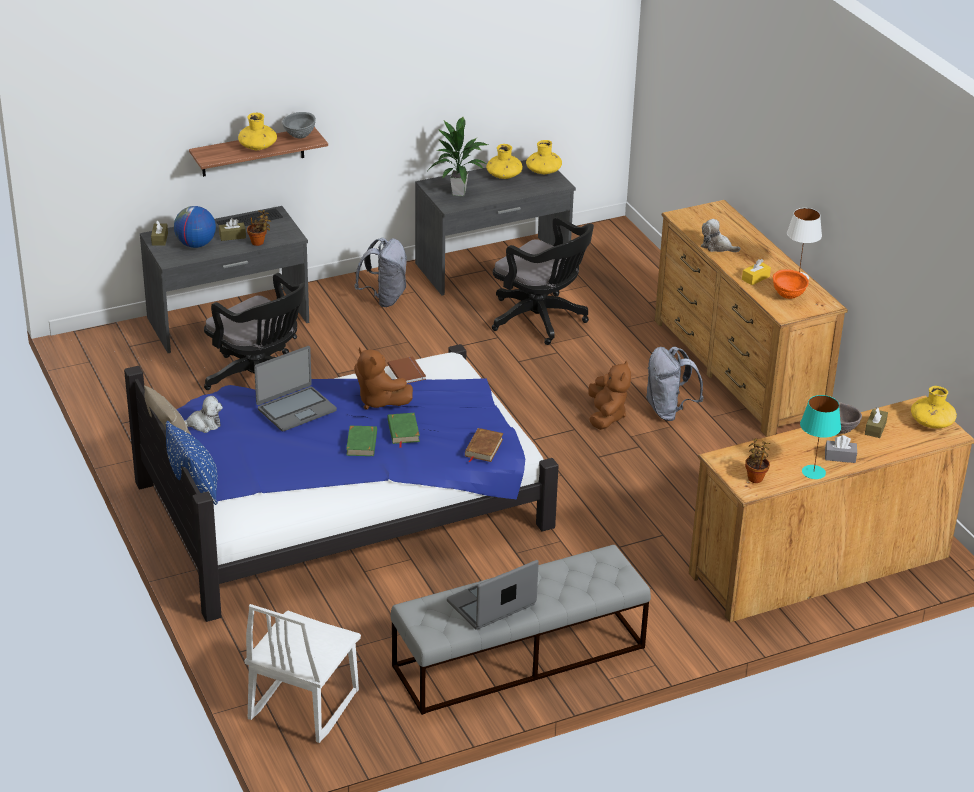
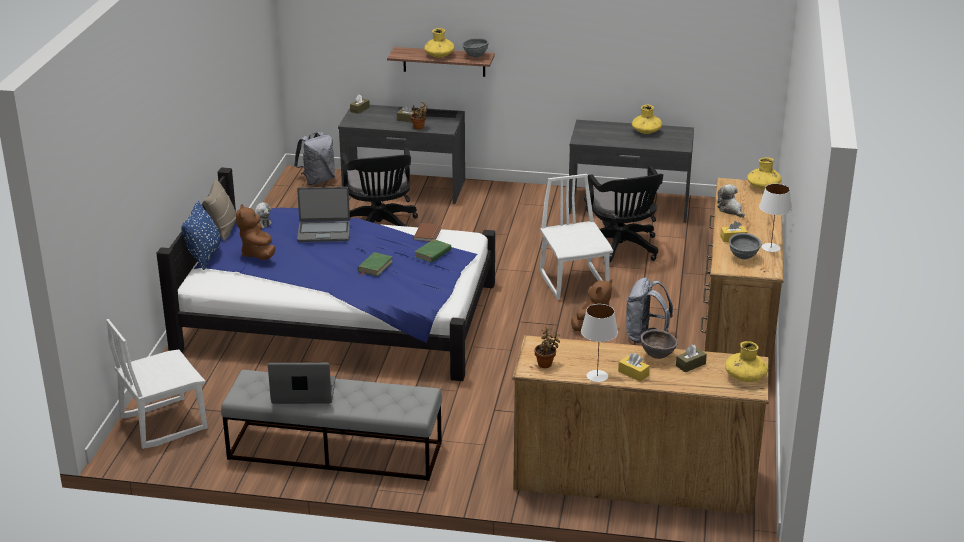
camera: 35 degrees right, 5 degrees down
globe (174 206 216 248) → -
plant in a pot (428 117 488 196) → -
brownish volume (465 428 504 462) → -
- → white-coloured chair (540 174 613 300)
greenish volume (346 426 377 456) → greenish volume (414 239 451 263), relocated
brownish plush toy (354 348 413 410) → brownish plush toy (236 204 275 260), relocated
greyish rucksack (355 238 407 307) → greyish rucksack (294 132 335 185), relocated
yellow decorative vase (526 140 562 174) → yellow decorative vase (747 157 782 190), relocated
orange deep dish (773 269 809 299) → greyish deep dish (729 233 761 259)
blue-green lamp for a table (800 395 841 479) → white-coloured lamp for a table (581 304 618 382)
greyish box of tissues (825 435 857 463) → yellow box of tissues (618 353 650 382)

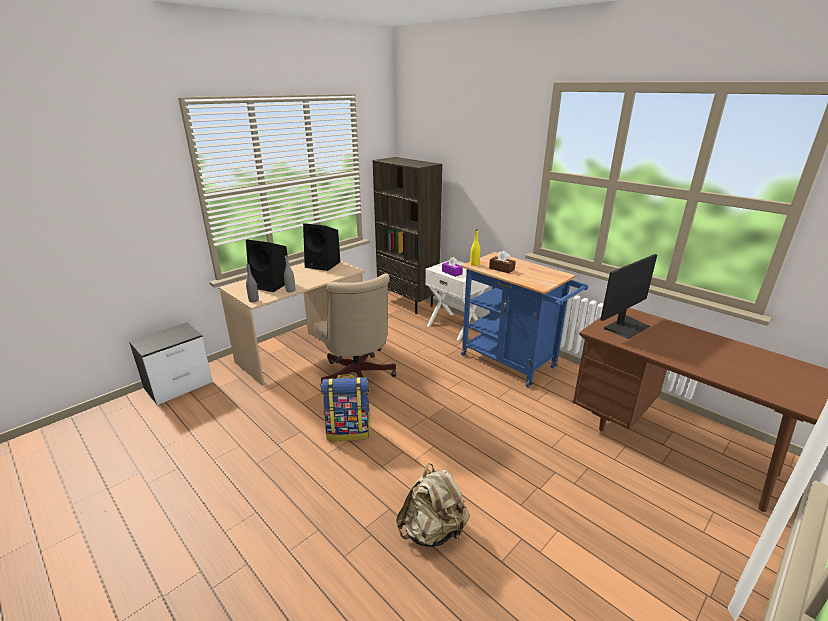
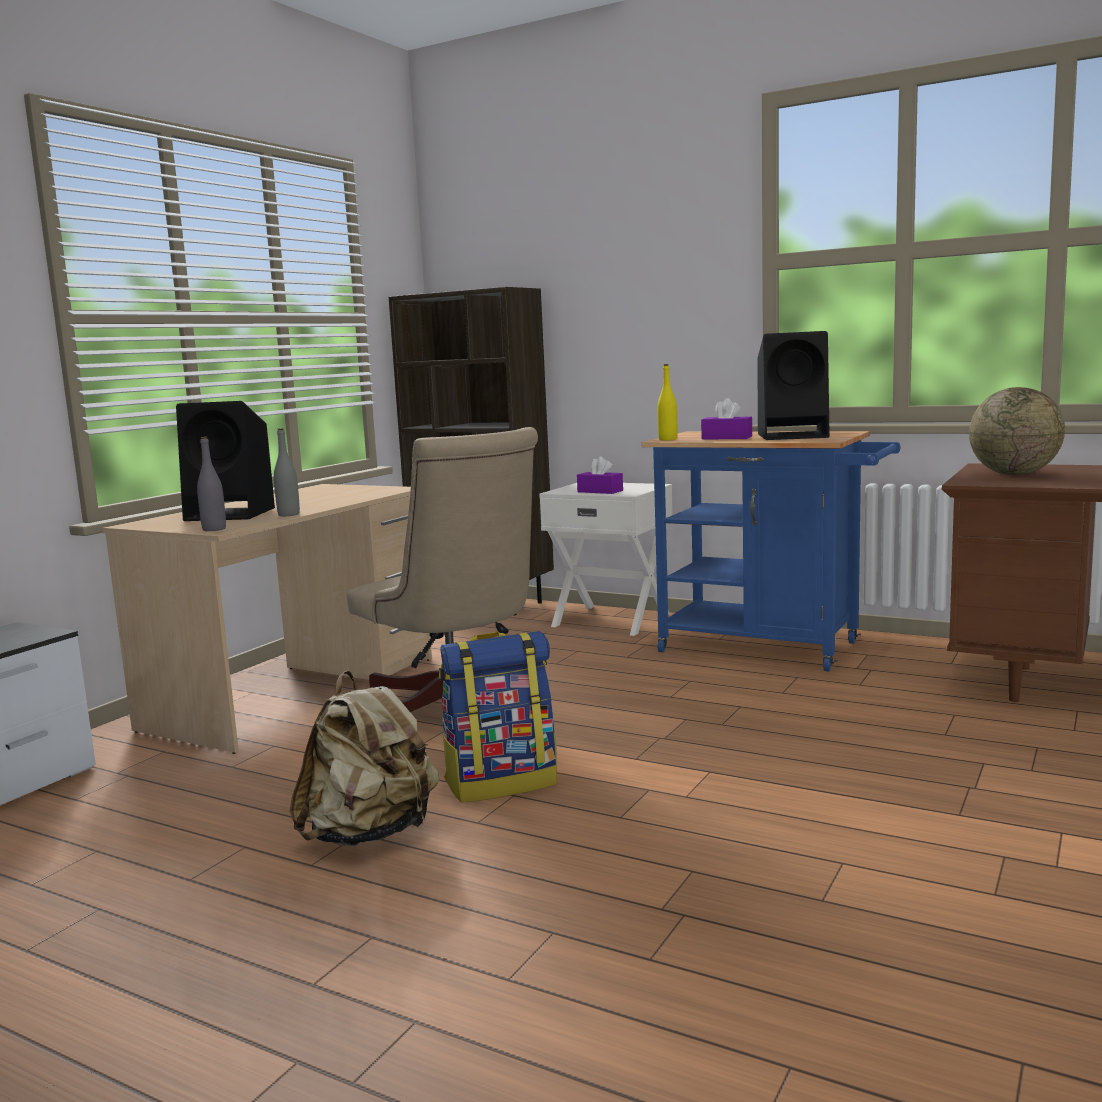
camera: 15 degrees left, 15 degrees down
blackish loudspeaker (303 223 340 271) → blackish loudspeaker (757 331 830 440), relocated
sand-coloured rucksack (396 463 469 547) → sand-coloured rucksack (290 671 439 846), relocated
computer screen (600 254 657 339) → globe (969 387 1065 475)
brownish box of tissues (489 251 515 273) → purplish box of tissues (701 398 752 440)

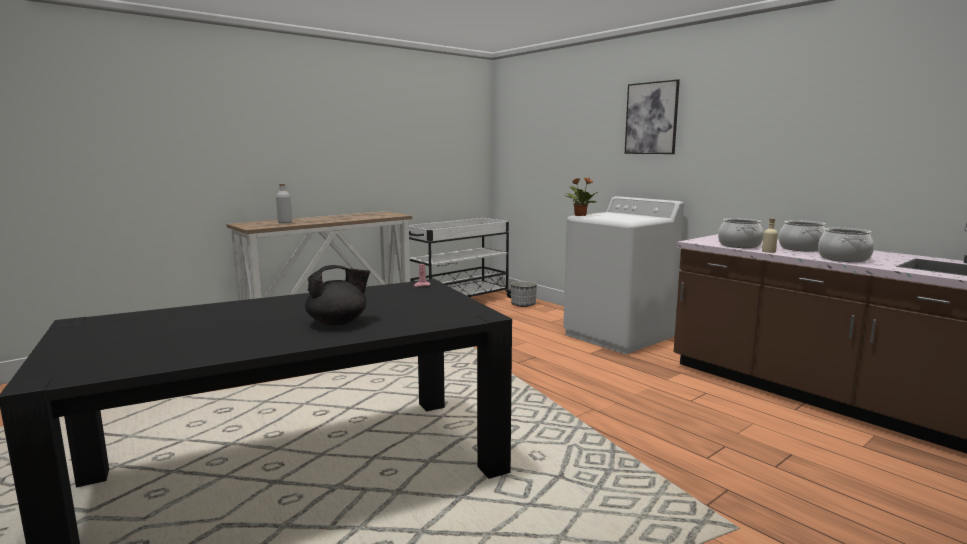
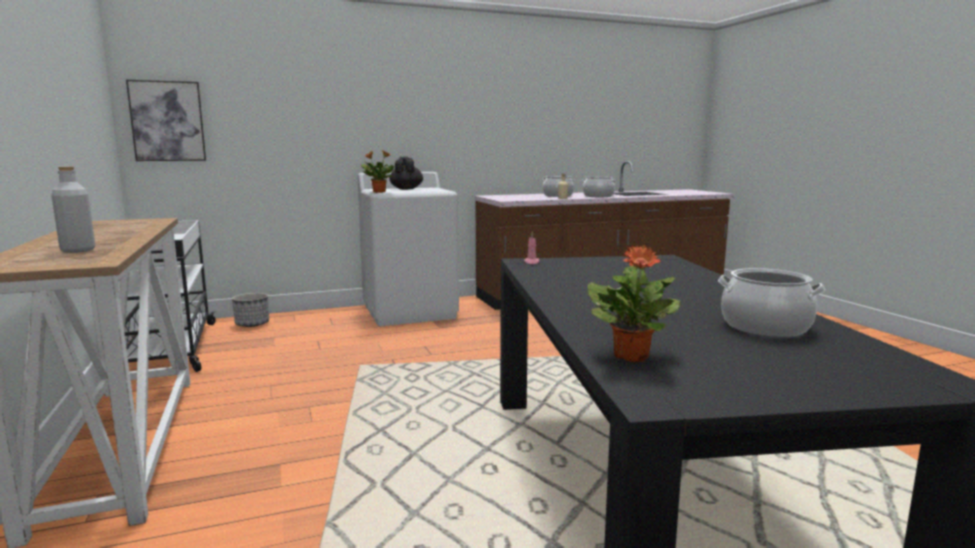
camera: 70 degrees left, 0 degrees up
- → plant in a pot (587 245 681 362)
blackish tea pot (305 265 370 326) → blackish tea pot (389 156 423 190), relocated
picture (625 79 680 154) → picture (126 80 206 161), relocated
stockpot (718 218 764 248) → stockpot (718 268 825 337), relocated

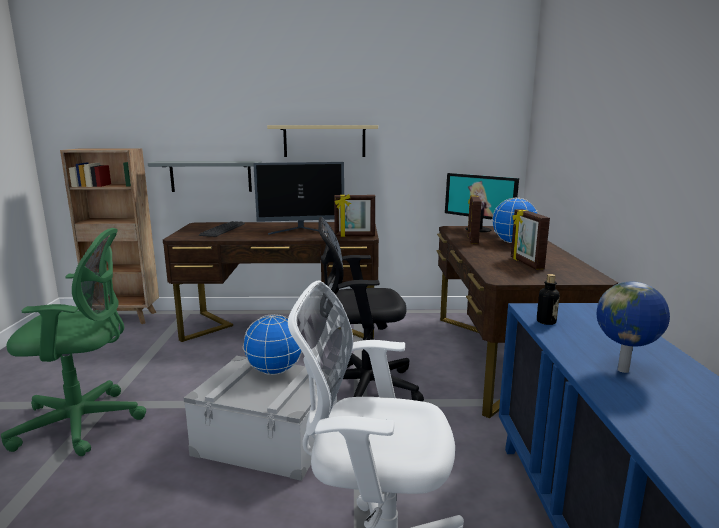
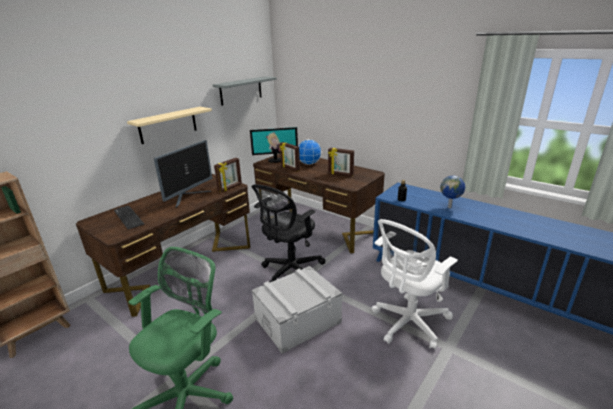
camera: 50 degrees left, 10 degrees up
globe (243 314 302 375) → -
greyish bracket shelf (148 161 262 192) → greyish bracket shelf (212 76 277 106), relocated

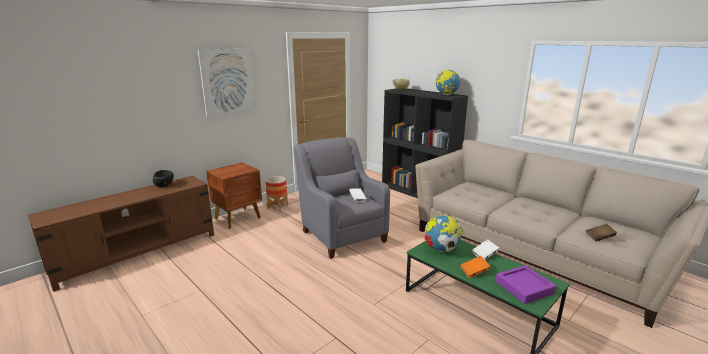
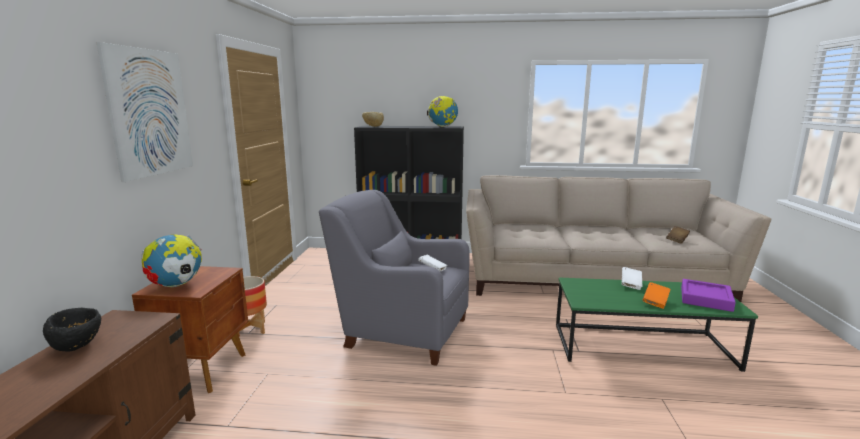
camera: 40 degrees left, 5 degrees down
globe (425 215 463 252) → globe (141 234 202 287), relocated

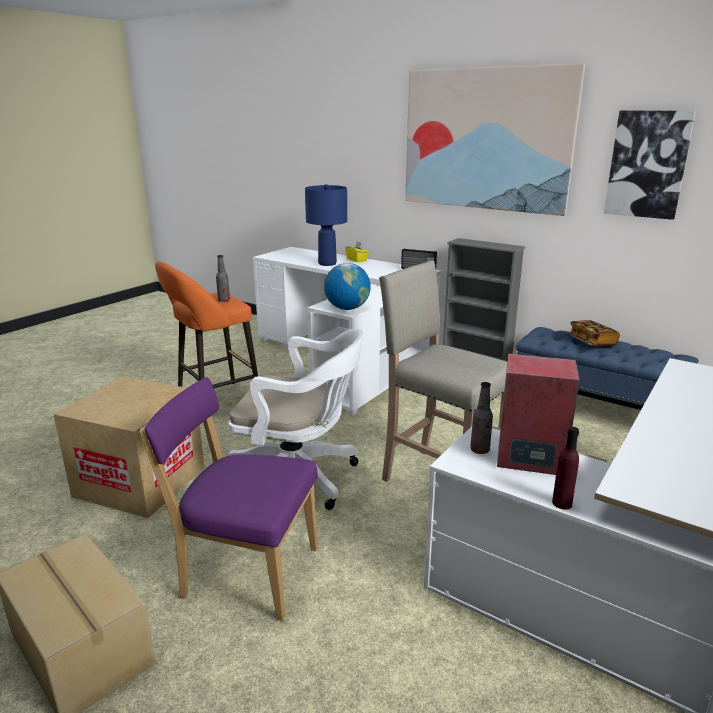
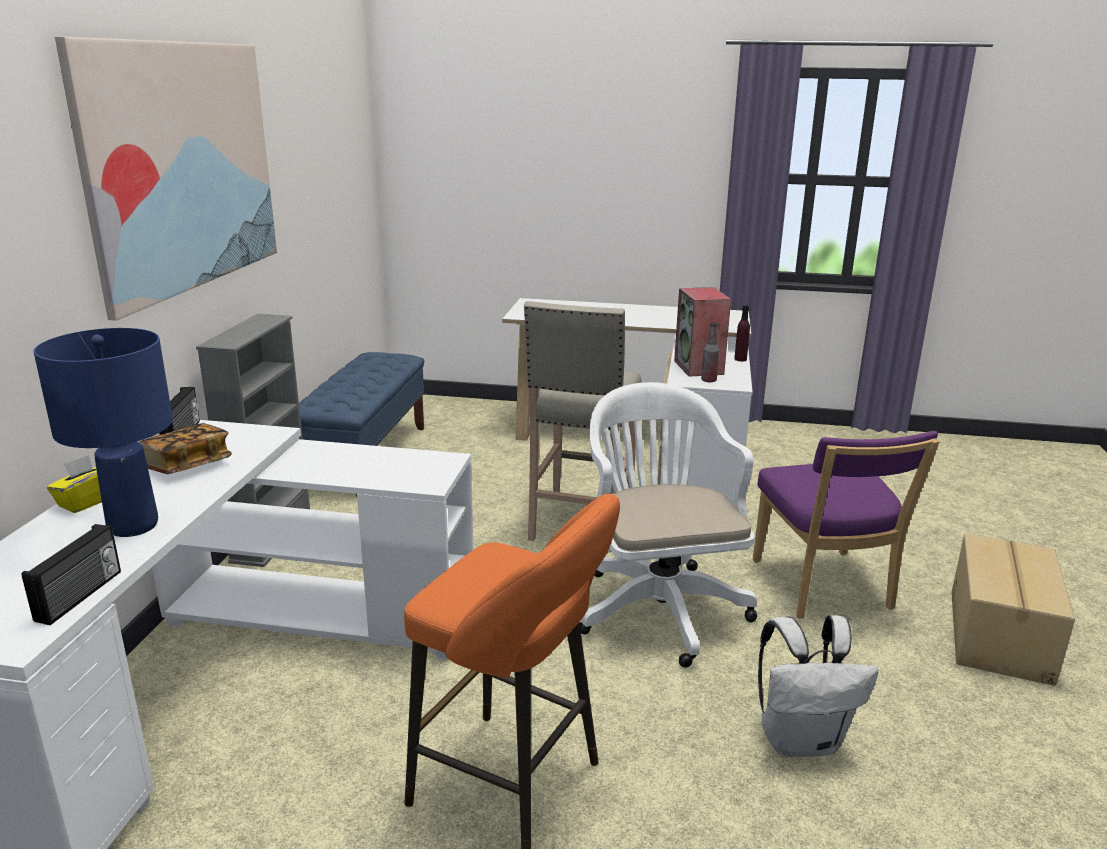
camera: 115 degrees left, 0 degrees up
bottle (216 255 230 302) → -
globe (324 263 371 310) → -
picture (604 110 696 220) → -
- → radio set (21 524 121 625)
volume (568 320 620 347) → volume (139 423 232 474), relocated
packing box (53 376 204 518) → white-coloured rucksack (758 615 879 757)

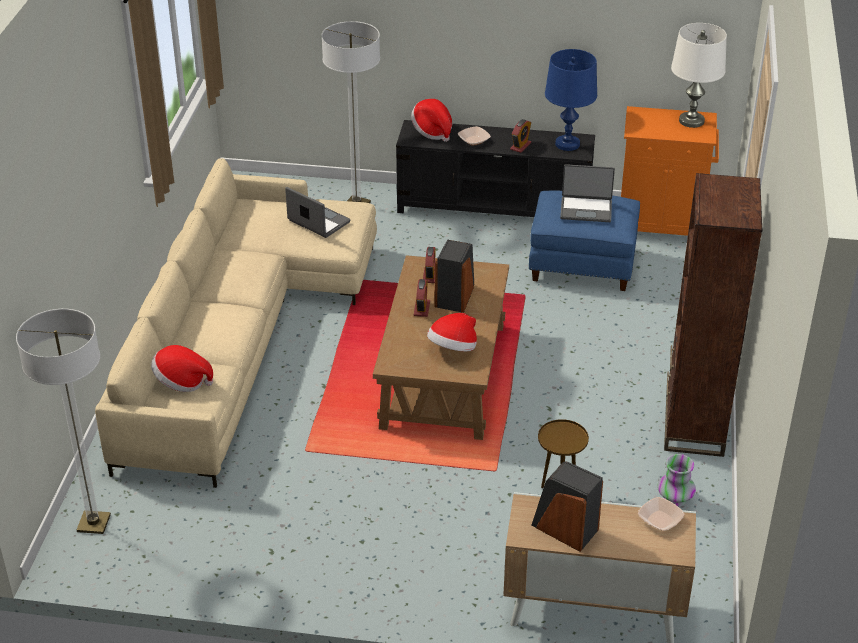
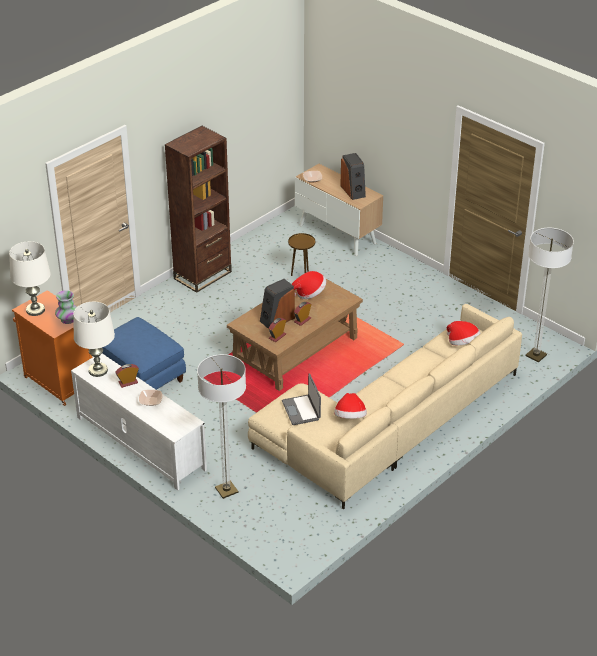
camera: 145 degrees left, 0 degrees up
notebook computer (560 164 615 222) → -
clothing hat (411 99 452 142) → clothing hat (334 393 367 419), relocated
decorative vase (657 454 696 506) → decorative vase (55 290 77 324), relocated
blackish tv unit (396 120 595 217) → white-coloured tv unit (71 354 207 490)
bluish lamp for a table (545 49 597 151) → white-coloured lamp for a table (73 302 115 377)

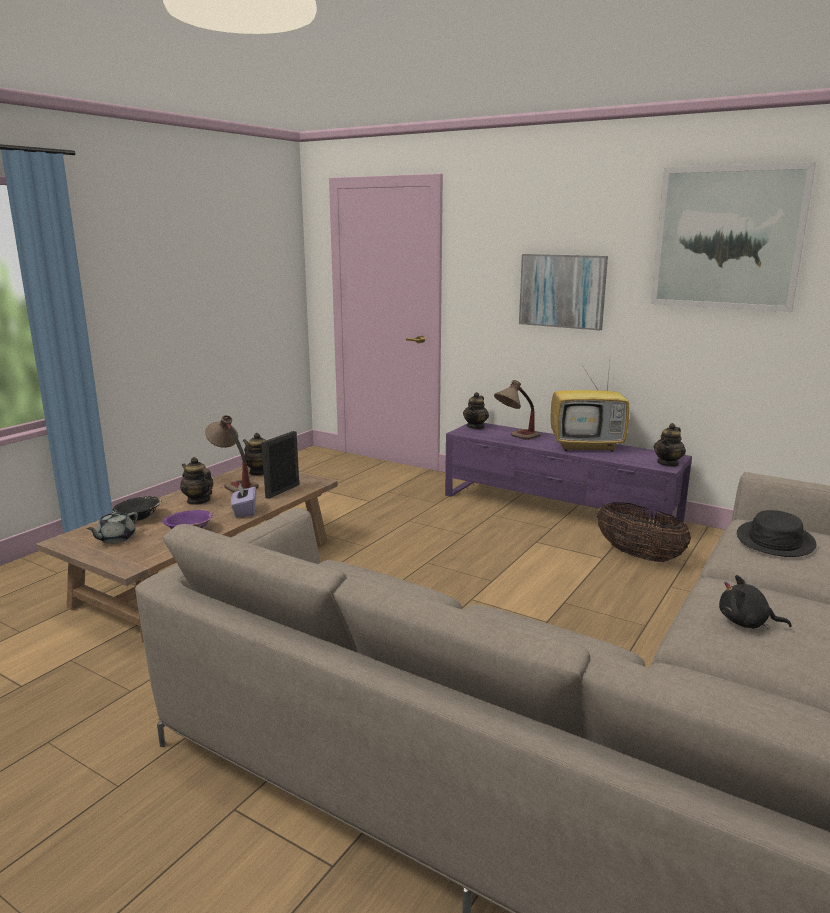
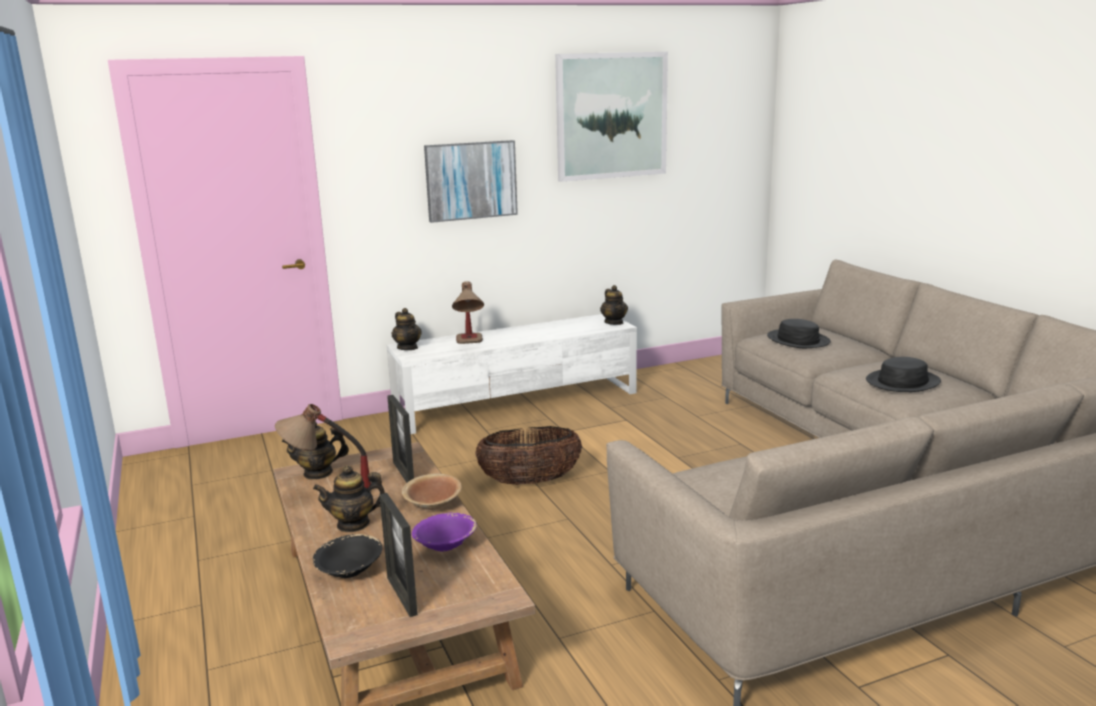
camera: 55 degrees left, 0 degrees up
television (551 362 630 452) → -
storage basket (597 502 691 562) → storage basket (475 426 582 485), relocated
greyish tea pot (87 511 138 544) → photo frame (379 493 418 617)
purplish box of tissues (231 483 256 517) → brownish deep dish (402 474 462 510)
blackish plush toy (719 575 792 630) → blackish clothing hat (866 357 941 392)
purplish tv unit (445 423 692 538) → white-coloured tv unit (387 314 637 434)

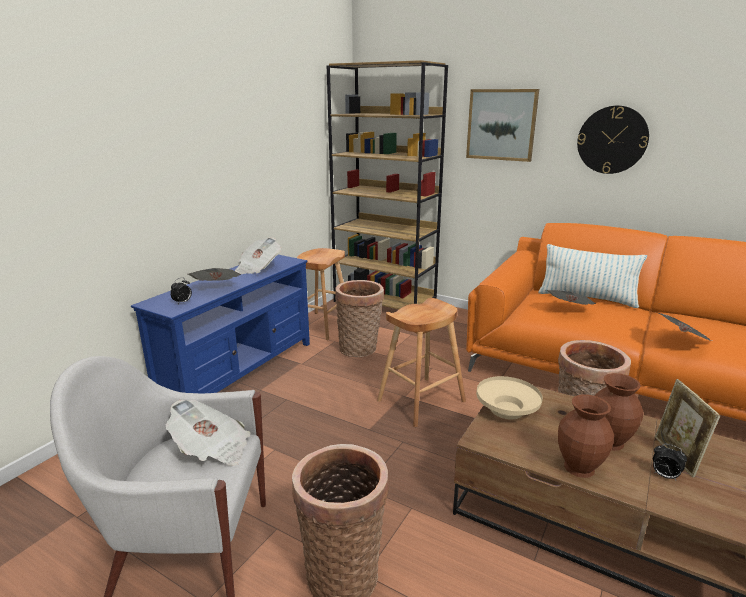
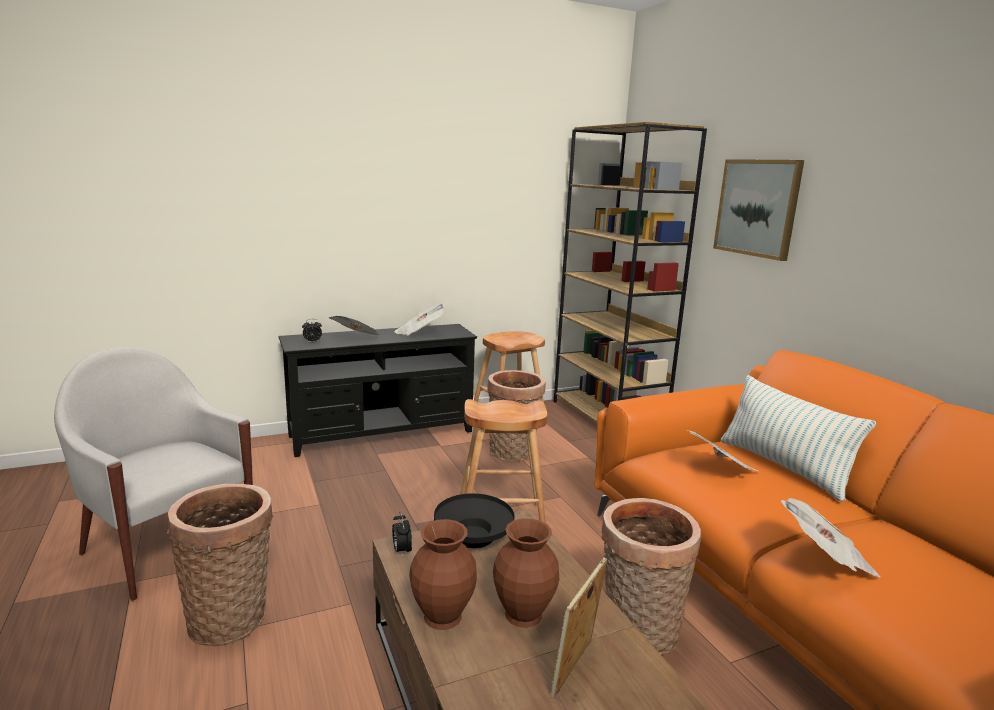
camera: 35 degrees right, 5 degrees down
printed paper (166 399 250 466) → -
wall clock (577 106 649 174) → -
bedside clock (653 444 687 480) → bedside clock (392 512 412 557), relocated
bluish tv unit (131 255 310 394) → blackish tv unit (279 324 478 457)
sand-coloured deep dish (476 376 543 419) → blackish deep dish (434 493 515 548)

